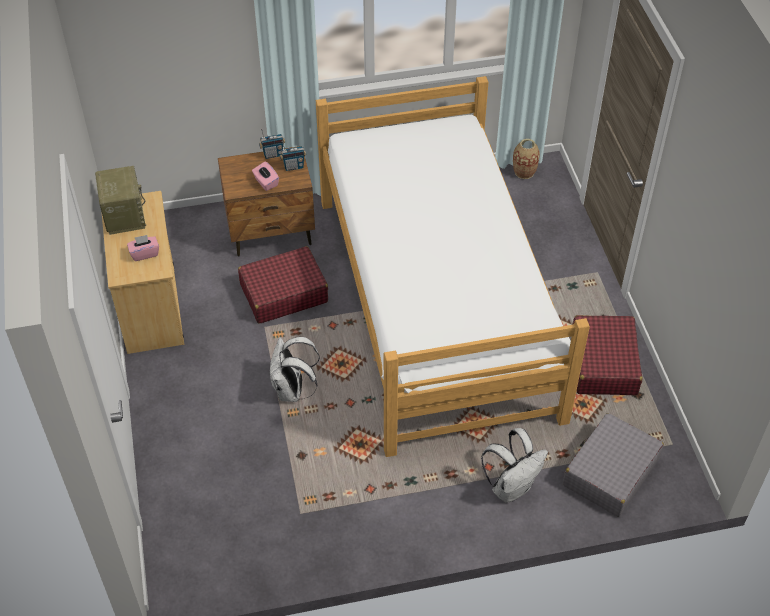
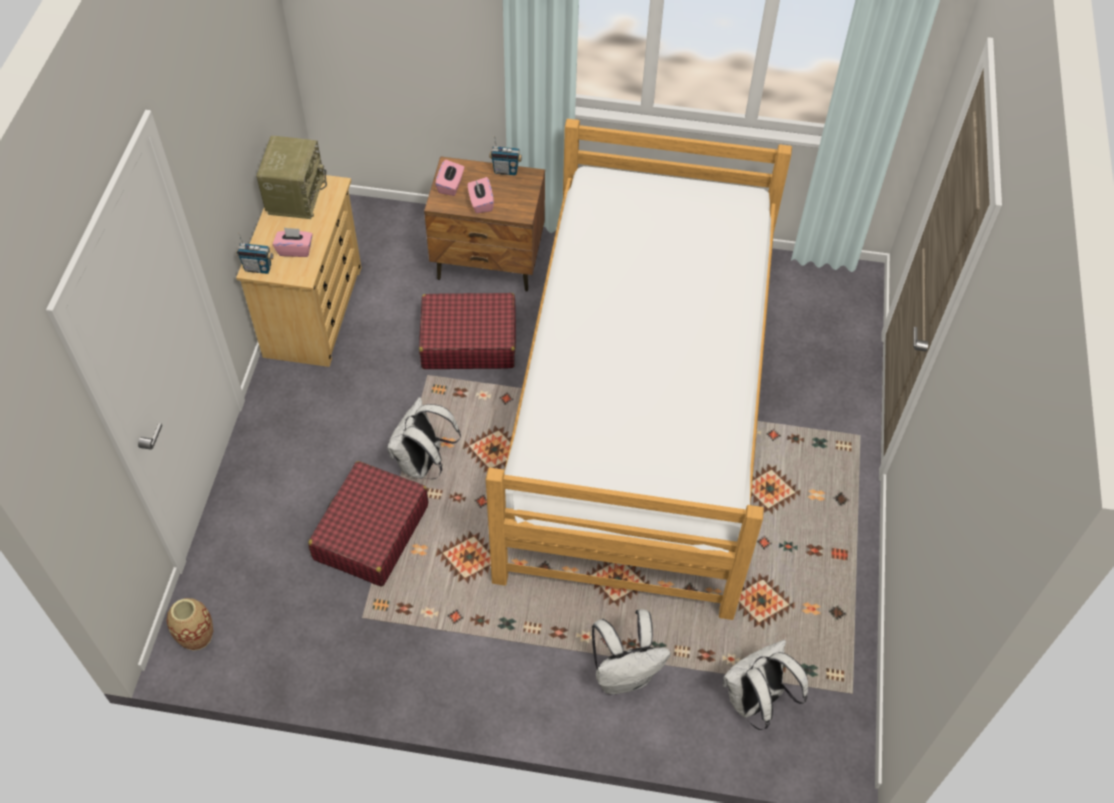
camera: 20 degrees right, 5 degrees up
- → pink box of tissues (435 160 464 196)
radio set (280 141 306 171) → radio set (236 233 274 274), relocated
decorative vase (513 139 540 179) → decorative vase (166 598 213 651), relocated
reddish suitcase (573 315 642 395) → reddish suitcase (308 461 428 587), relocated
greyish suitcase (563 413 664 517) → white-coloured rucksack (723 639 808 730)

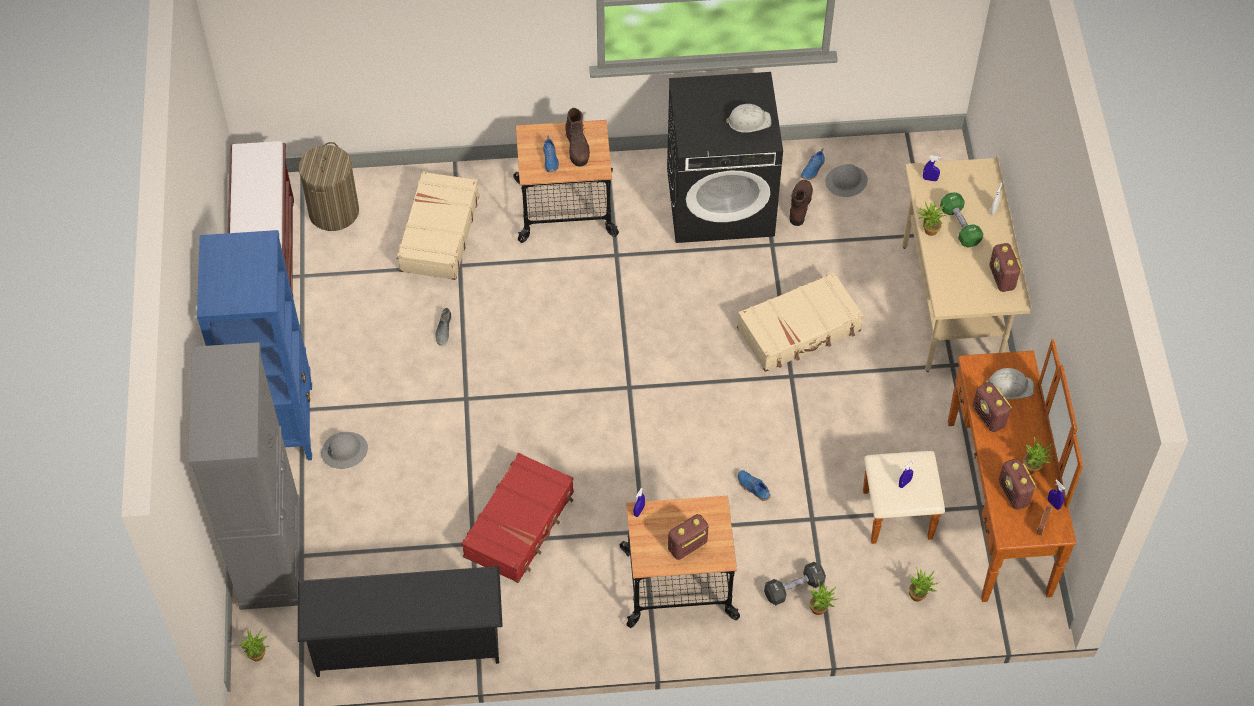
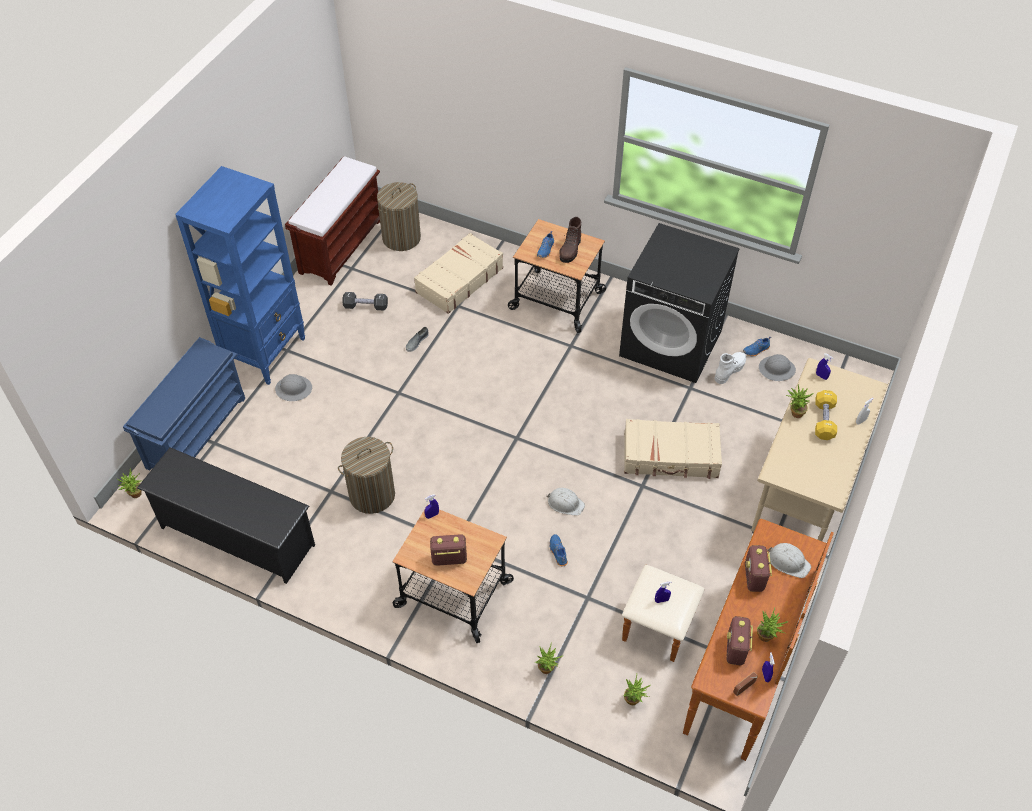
camera: 30 degrees right, 5 degrees down
radio set (989 243 1022 292) → -
white-coloured safety helmet (726 104 771 133) → white-coloured safety helmet (546 488 585 516), relocated
blackish free weight (764 562 826 605) → blackish free weight (342 292 388 310), relocated
greyish cupboard (188 342 300 610) → bluish shoe stand (123 337 245 471)
reddish suitcase (462 453 574 583) → hamper (338 437 395 514)
brownish boot (790 180 813 226) → white-coloured boot (715 352 746 384)
greenish free weight (940 192 983 247) → yellow free weight (815 390 837 440)

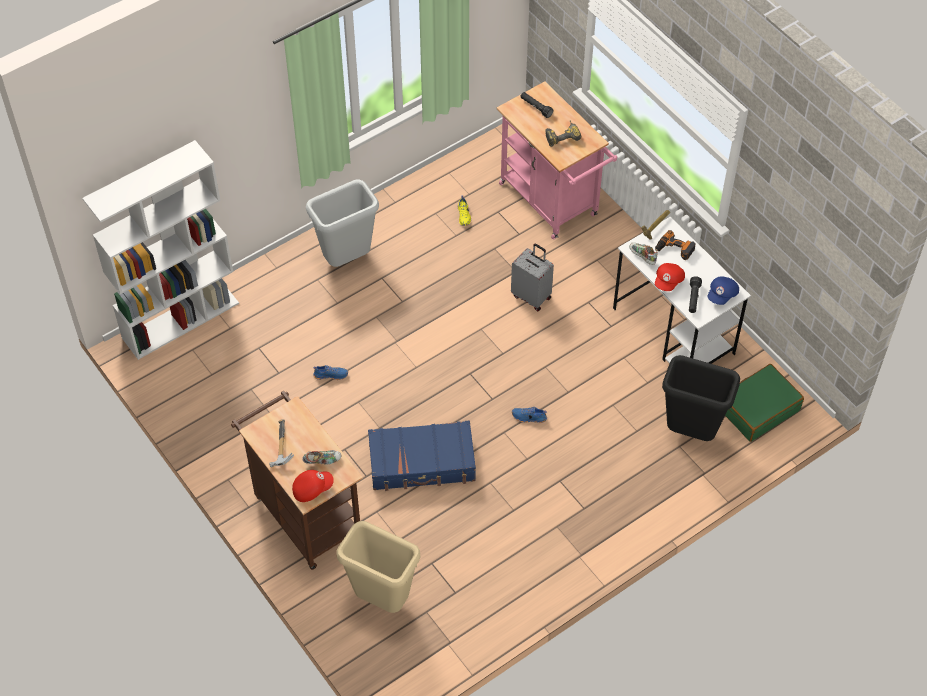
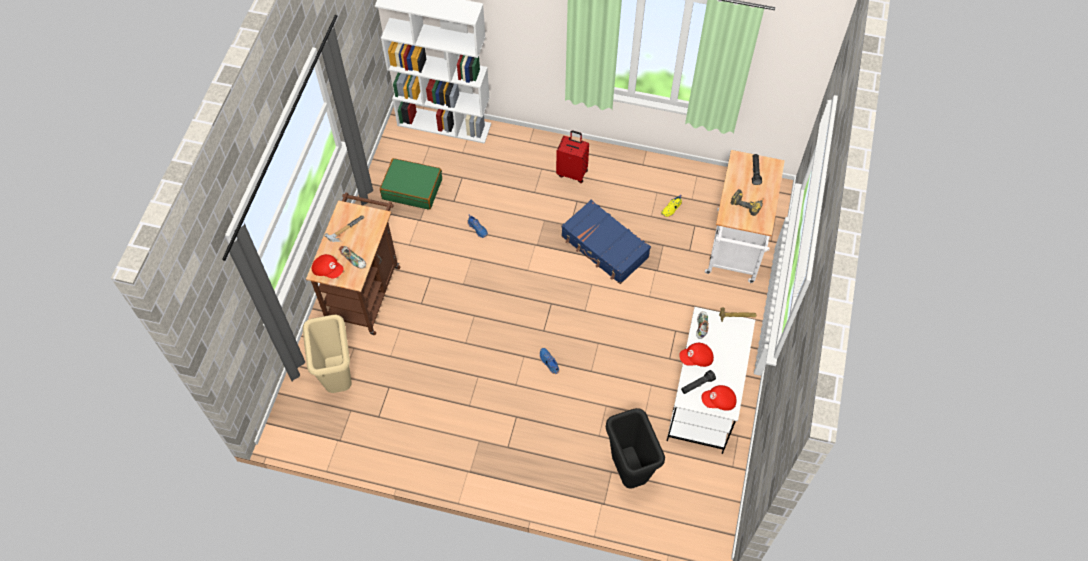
camera: 50 degrees right, 5 degrees up
greyish suitcase (511 244 554 311) → -
power drill (655 230 696 260) → -
bluish suitcase (368 421 476 491) → bluish suitcase (561 200 651 284), relocated
greenish suitcase (725 364 804 442) → greenish suitcase (380 158 442 210), relocated
greyish waste bin (306 179 379 267) → reddish suitcase (556 130 589 183)
pink wheeled cart (497 81 618 239) → white-coloured wheeled cart (705 150 785 283)
bluish cap (708 276 739 305) → reddish cap (701 385 737 411)

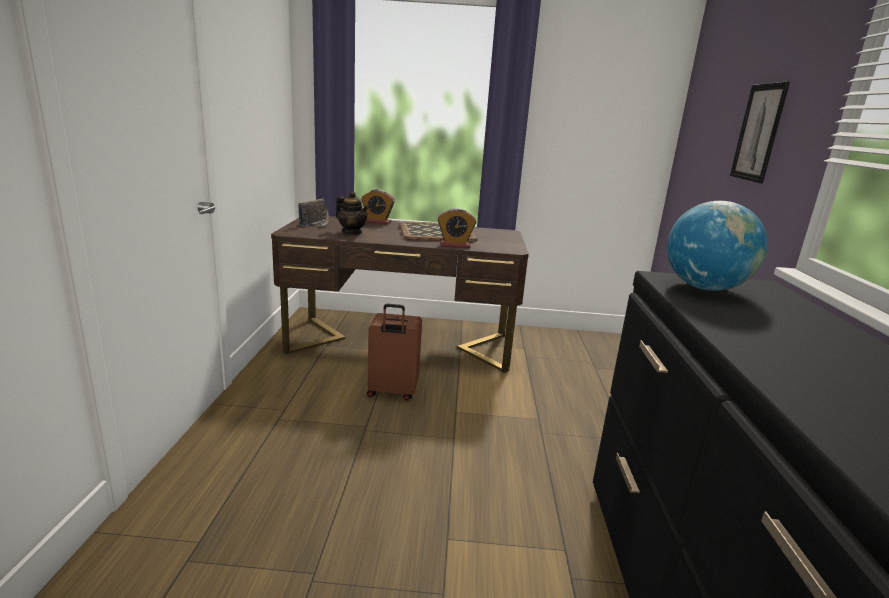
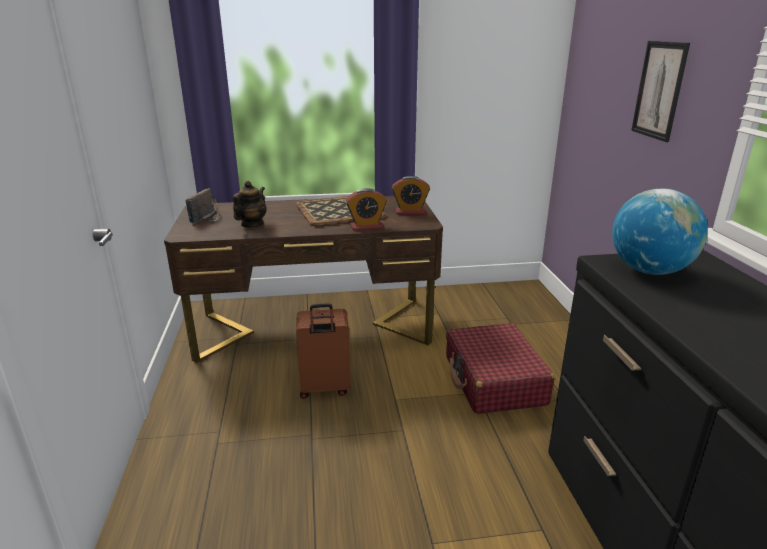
camera: 10 degrees left, 5 degrees up
- → reddish suitcase (446 323 554 414)
bedside clock (361 189 395 224) → bedside clock (392 176 430 215), relocated
tea pot (336 191 369 234) → tea pot (233 181 267 228), 90 degrees counterclockwise

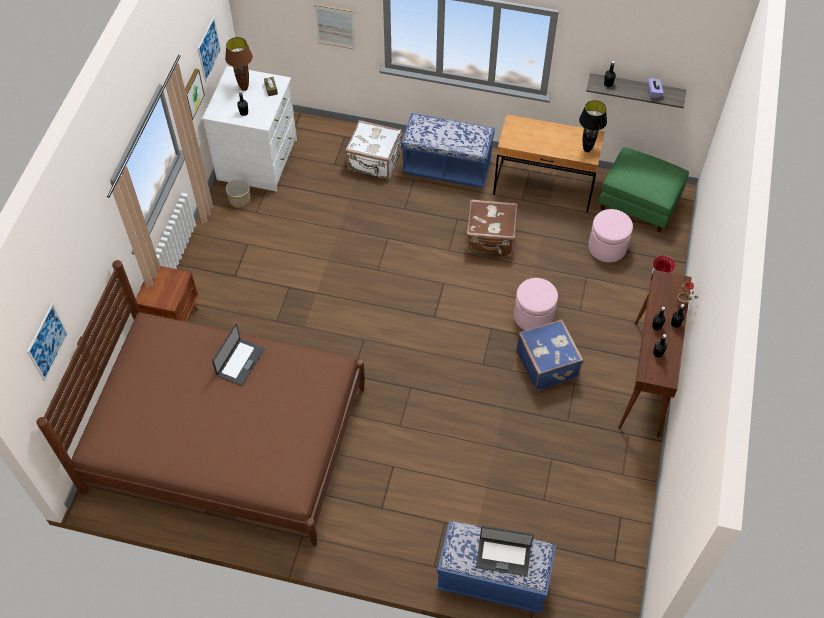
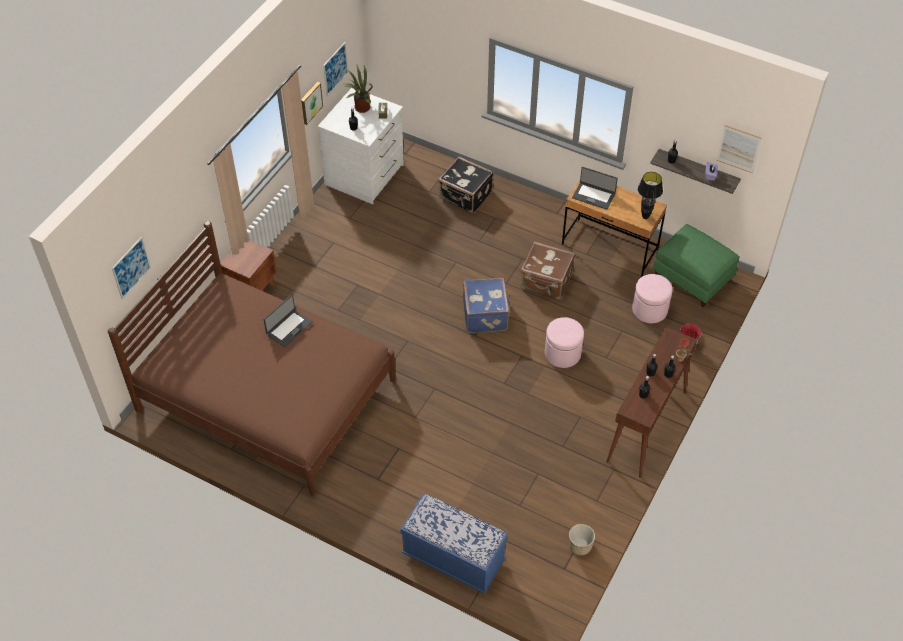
camera: 15 degrees right, 5 degrees down
bluish bench (401 113 495 187) → -
flower pot (226 179 251 208) → flower pot (569 524 595 555), relocated
picture (314 4 356 49) → picture (717 125 762 173), relocated
notebook computer (476 526 534 576) → notebook computer (572 167 618 210), relocated
bluish suitcase (516 319 584 391) → bluish suitcase (463 278 510 333), relocated
brownish lamp for a table (225 37 253 91) → plant in a pot (345 65 373 113)
white-coloured suitcase (345 120 402 180) → blackish suitcase (438 157 493 214)

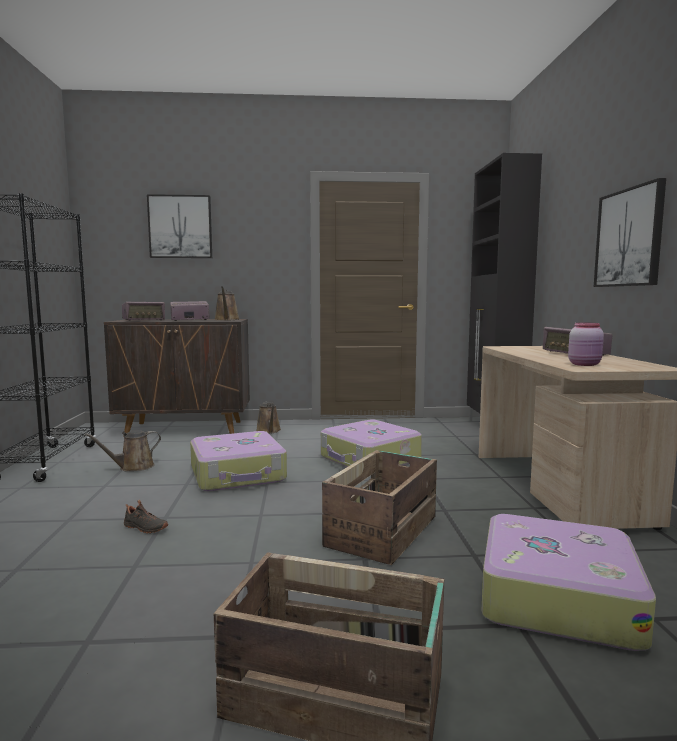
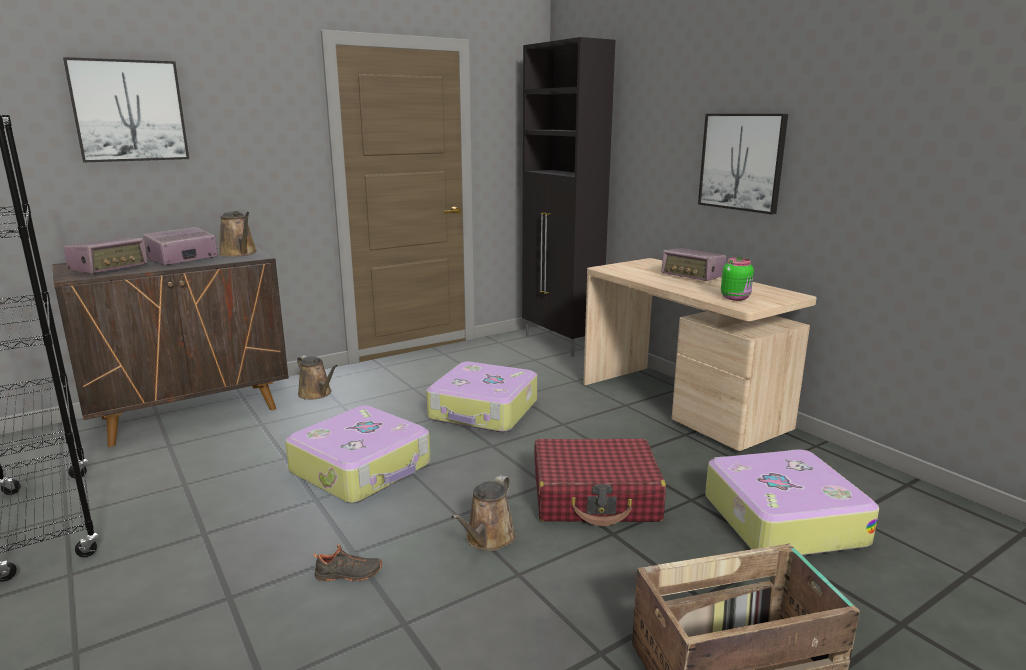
camera: 30 degrees left, 10 degrees up
brownish watering can (84 430 161 472) → brownish watering can (451 475 516 551), relocated
crate (322 450 437 565) → reddish suitcase (534 439 666 526)
pink storage jar (568 322 604 366) → greenish storage jar (721 257 754 301)

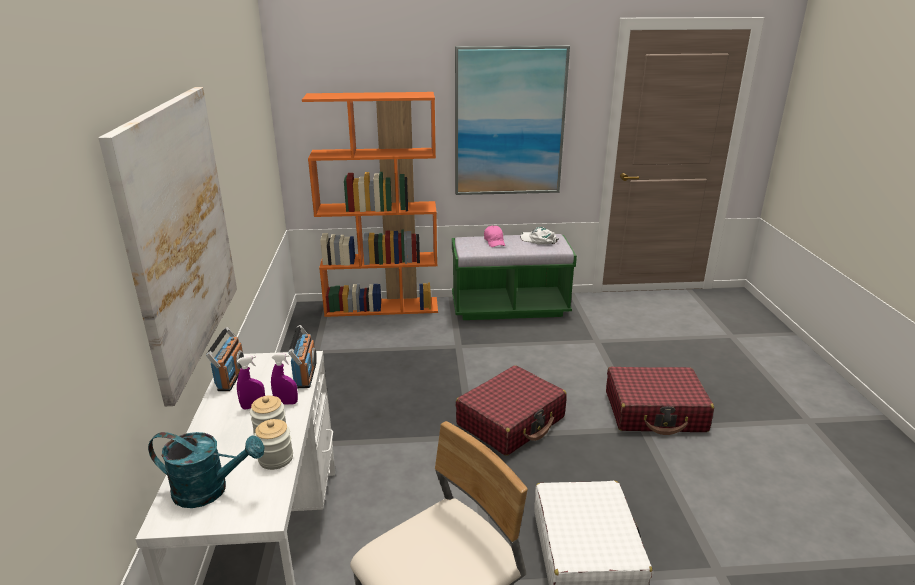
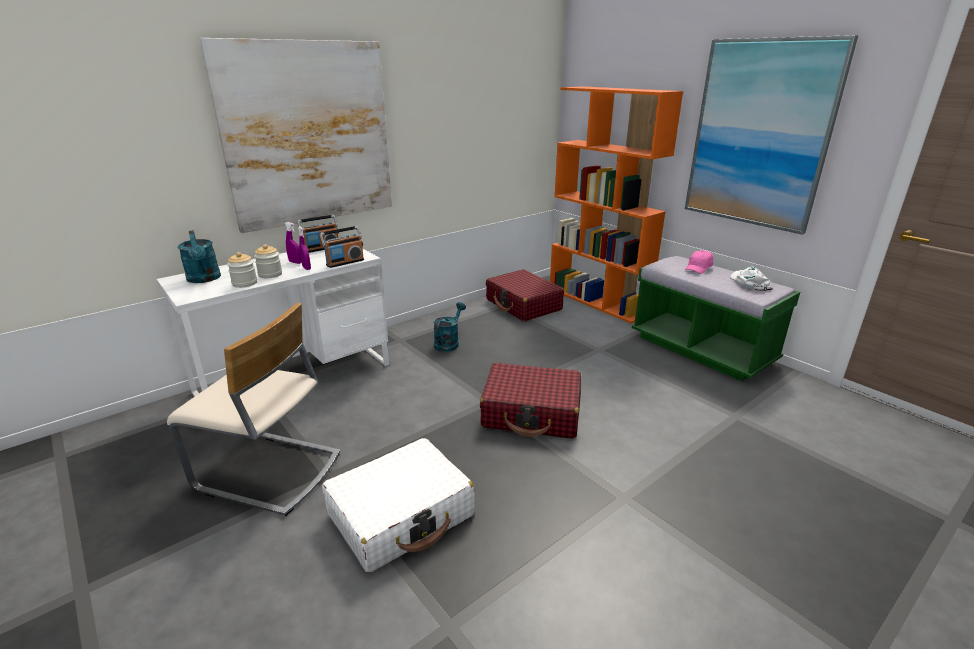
camera: 55 degrees right, 0 degrees up
- → blue-green watering can (434 302 466 352)
reddish suitcase (606 367 714 435) → reddish suitcase (486 269 564 321), relocated

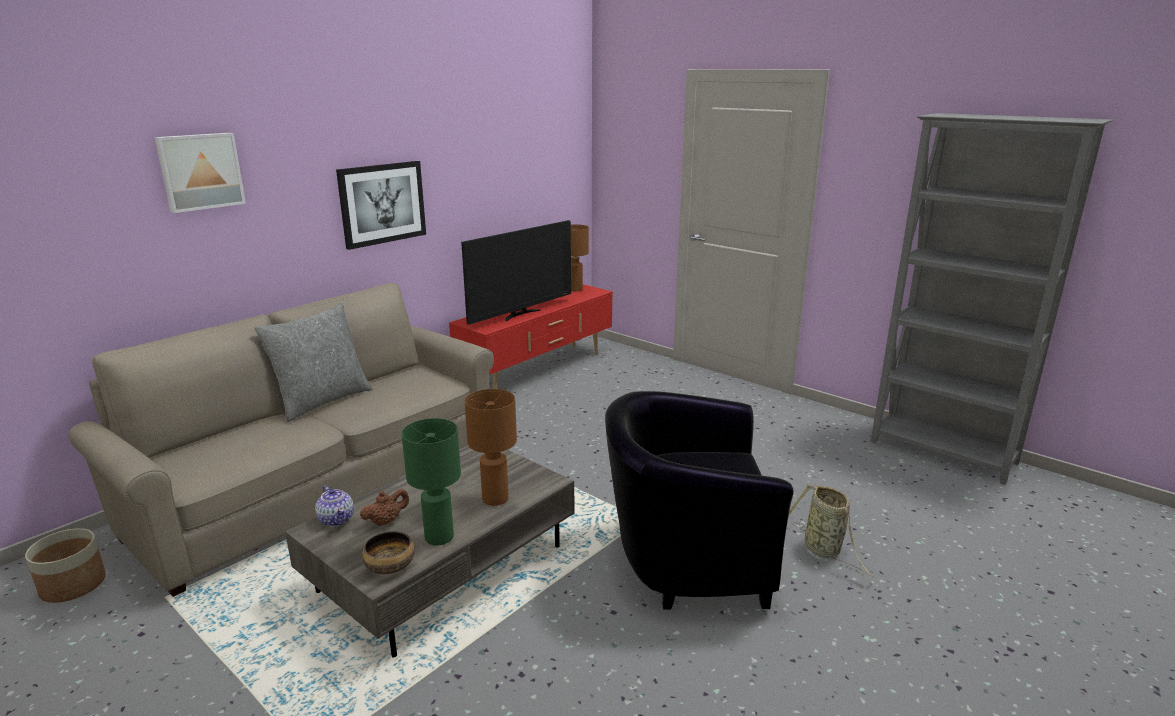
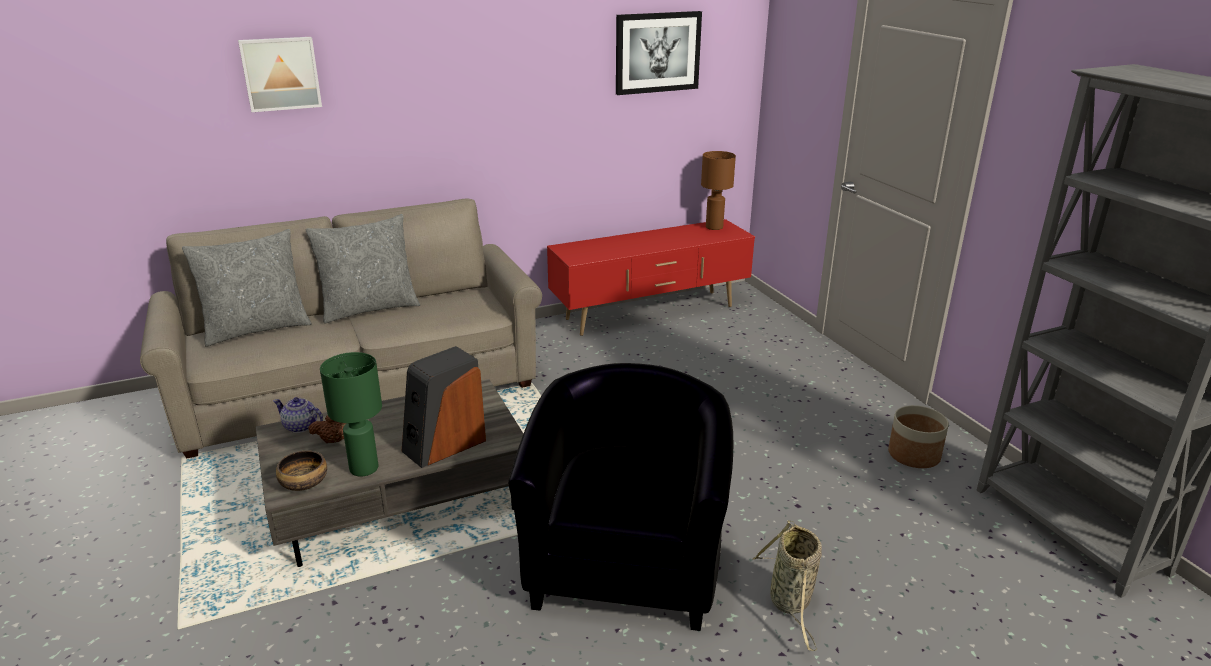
camera: 25 degrees right, 5 degrees up
television (461 220 571 325) → -
- → greyish pillow (182 229 312 347)
flower pot (25 528 106 603) → flower pot (888 405 949 468), relocated
picture (336 161 426 250) → picture (616 11 702 95), relocated
brownish lamp for a table (465 389 517 506) → loudspeaker (402 346 486 468)
tea pot (315 485 354 527) → tea pot (273 397 323 433), 120 degrees clockwise
blackish easy chair (605 391 794 610) → blackish easy chair (508 363 733 631), 75 degrees clockwise

